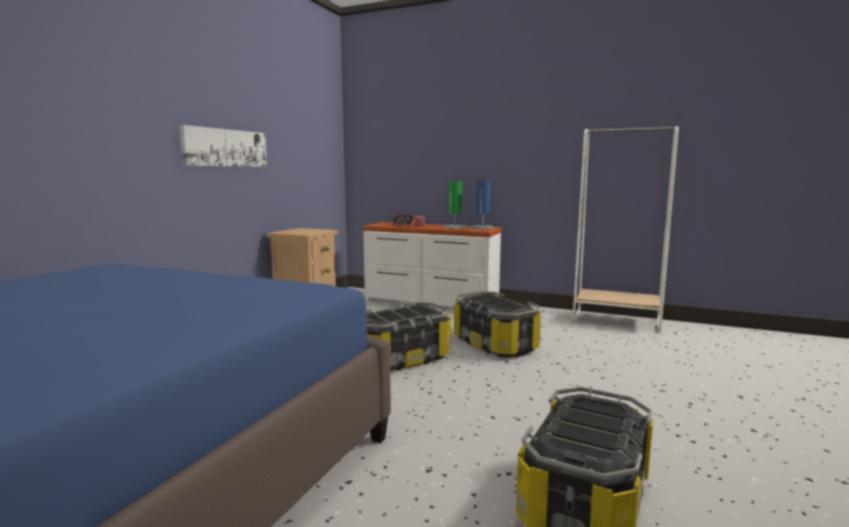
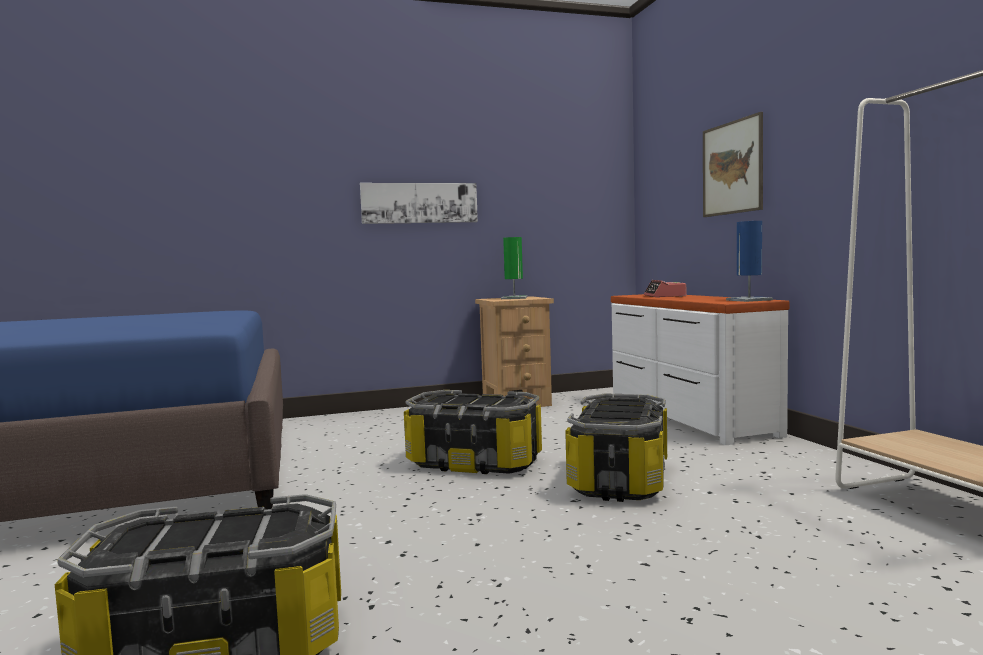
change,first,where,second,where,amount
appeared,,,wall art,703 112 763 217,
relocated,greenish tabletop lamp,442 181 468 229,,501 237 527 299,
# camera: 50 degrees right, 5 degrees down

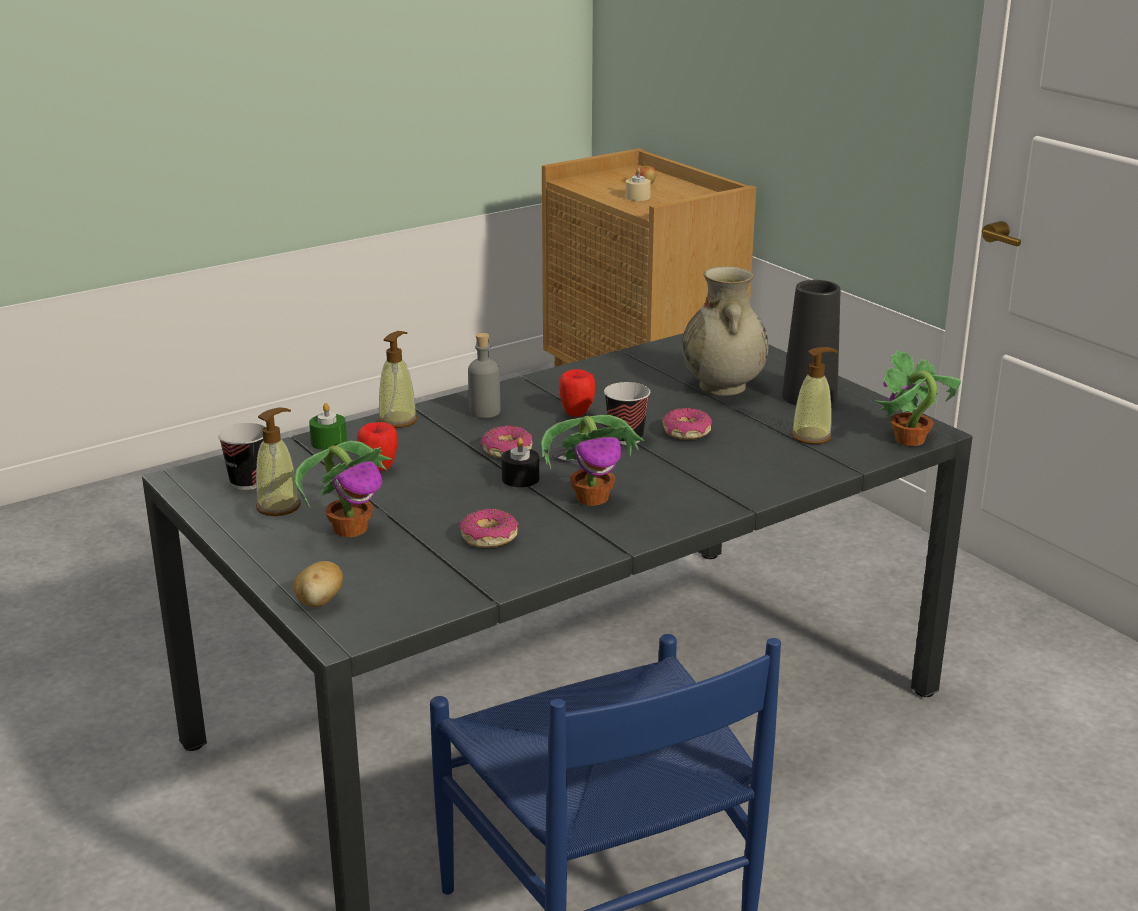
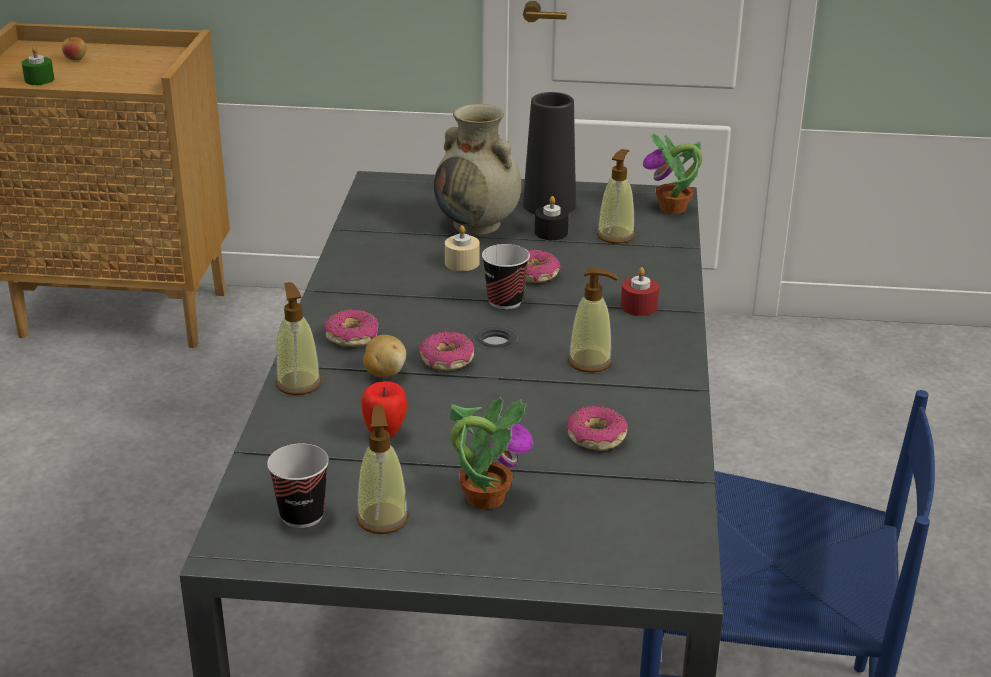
change,first,where,second,where,amount
missing,apple fruit,560 369 595 417,,,
appeared,,,reddish wax candle,621 267 659 316,
relocated,spud,294 561 343 607,,363 335 406 378,
relocated,greenish wax candle,309 403 347 450,,22 46 54 85,
relocated,black wax candle,501 438 539 487,,535 196 569 240,
relocated,beige wax candle,625 168 651 201,,445 225 480 271,
exchanged,grey bottle,468 333 500 418,ring doughnut,324 309 378 347,
exchanged,houseplant,541 415 645 506,liquid soap bottle,568 268 618 373,
# camera: 50 degrees left, 5 degrees up

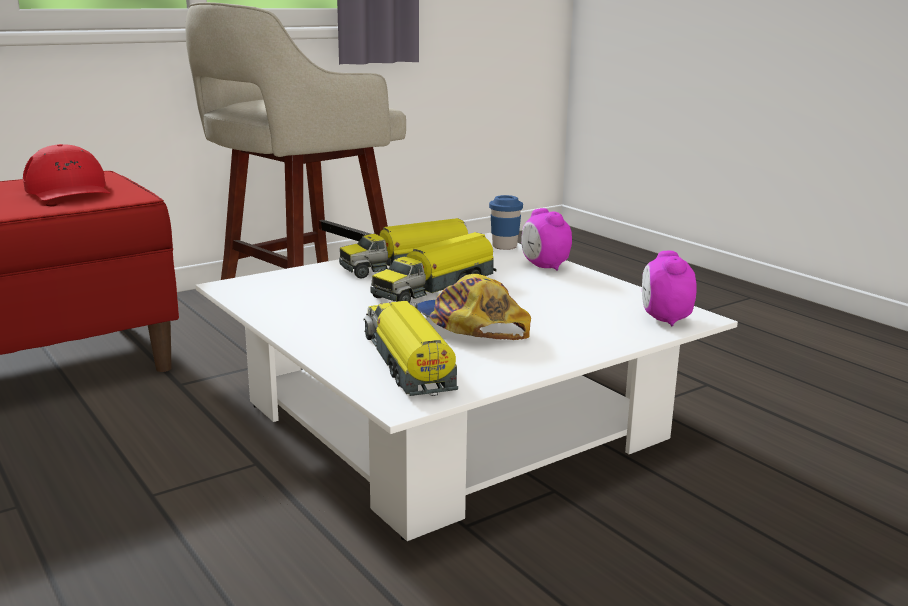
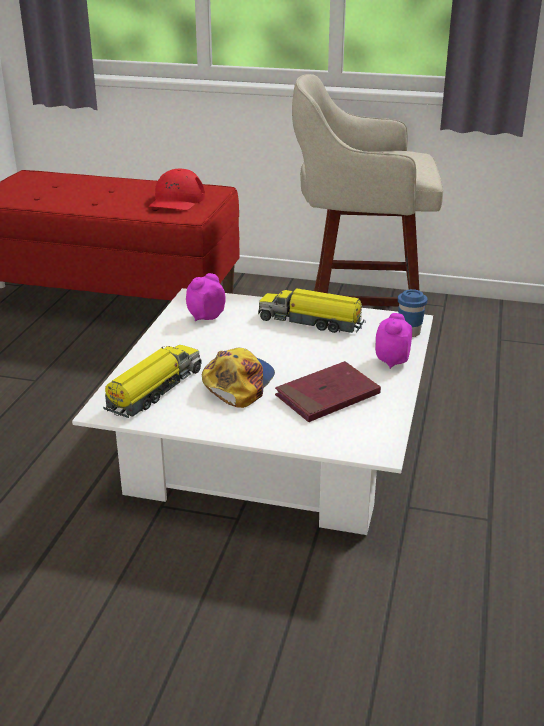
change,first,where,second,where,amount
missing,model truck,371 232 496 303,,,
appeared,,,reddish bound book,275 361 381 422,
relocated,alarm clock,642 251 697 326,,186 273 226 321,
# camera: 50 degrees right, 10 degrees up

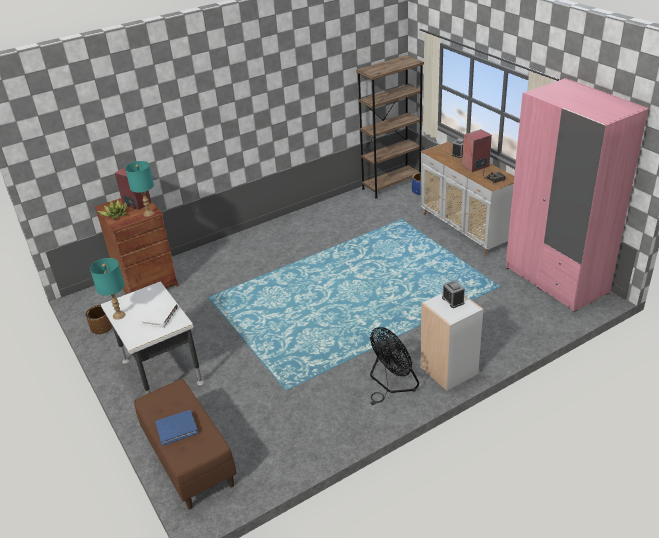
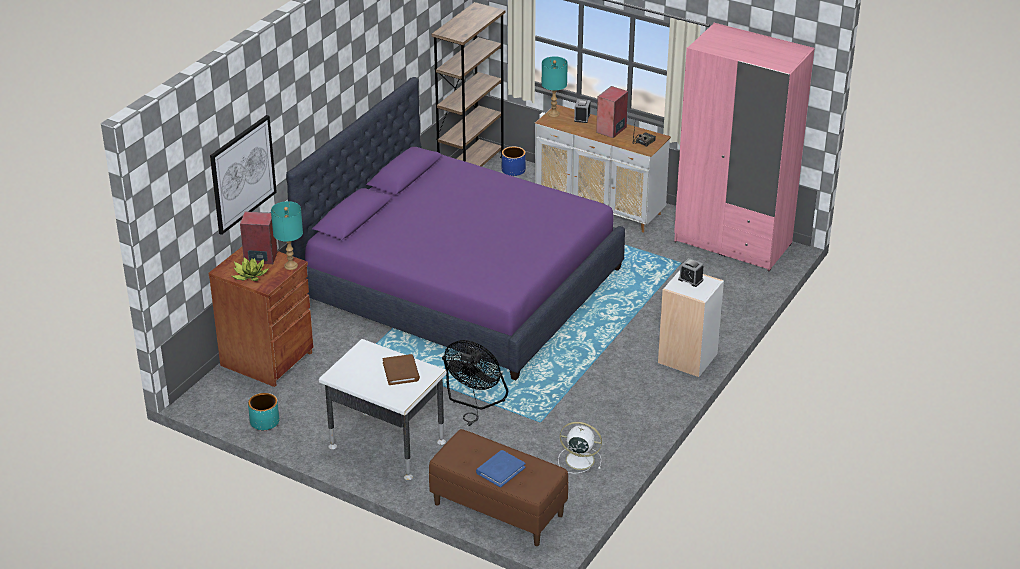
change,first,where,second,where,amount
appeared,,,wall art,210 115 277 235,
appeared,,,purple bedroom bed,286 77 625 381,
appeared,,,white-coloured fan,558 422 602 474,
relocated,turquoise tabletop lamp,90 258 125 320,,542 56 568 117,
relocated,black fan,370 327 419 405,,442 340 508 426,
colour,brown-coloured plant pot,86 305 113 334,turquoise plant pot,248 393 279 430,
colour,white-coloured bound book,139 301 178 328,brown-coloured bound book,383 354 420 385,
# camera: 30 degrees left, 0 degrees up

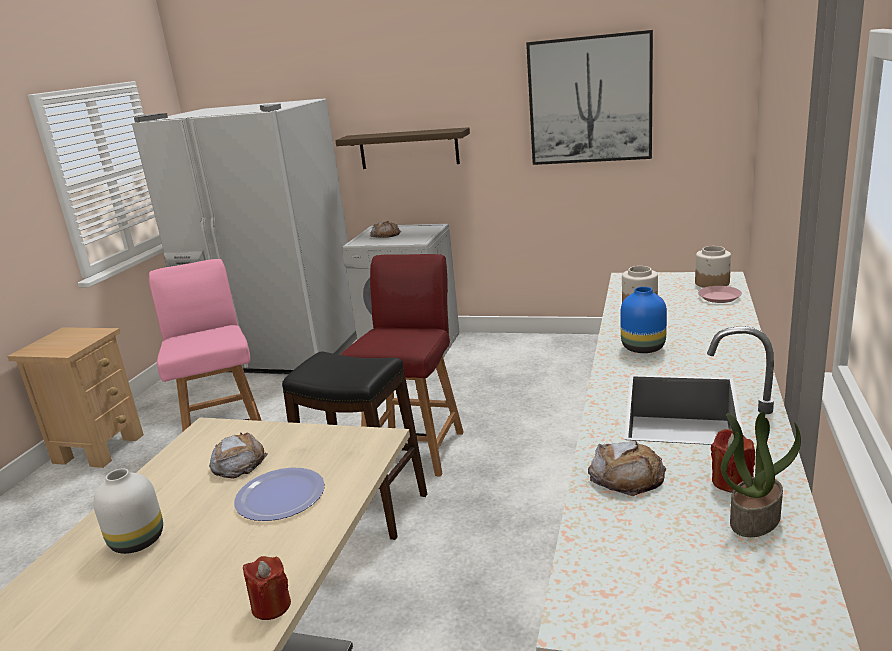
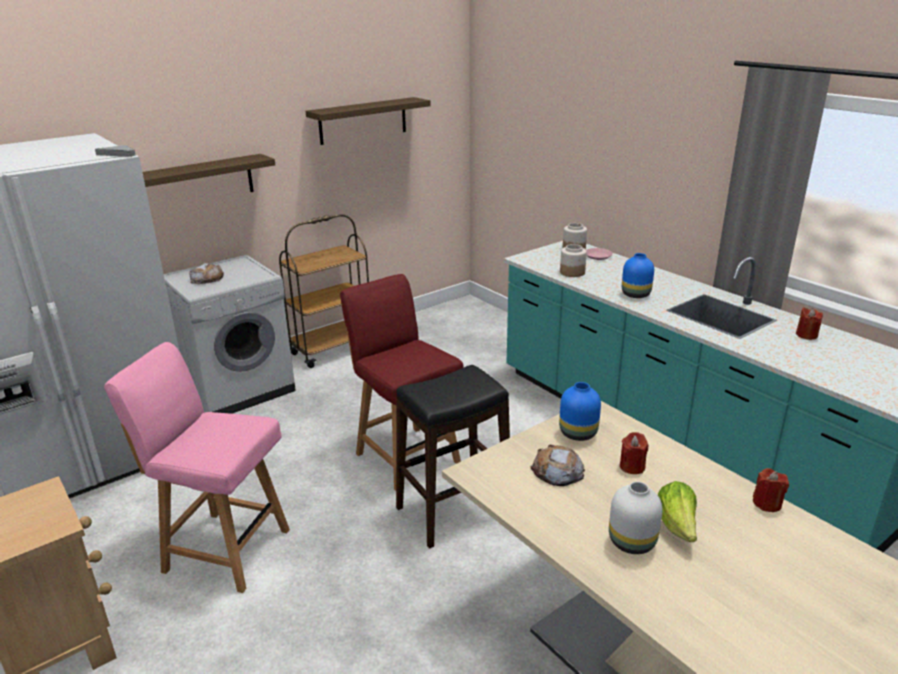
change,first,where,second,where,amount
missing,baked bread,588 440 666 496,,,
missing,houseplant,721 411 801 537,,,
appeared,,,brown-coloured trolley,279 214 369 368,
appeared,,,bluish vase,559 382 601 441,
appeared,,,lettuce,658 481 697 542,
exchanged,flat dish,234 467 325 521,reddish wax candle,620 432 648 474,
exchanged,wall art,526 30 653 165,shelf,306 97 431 145,
# camera: 55 degrees left, 5 degrees up

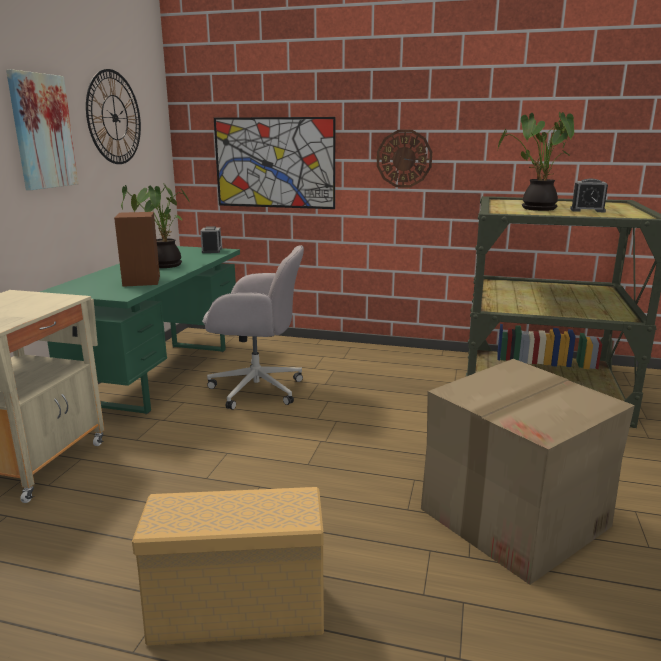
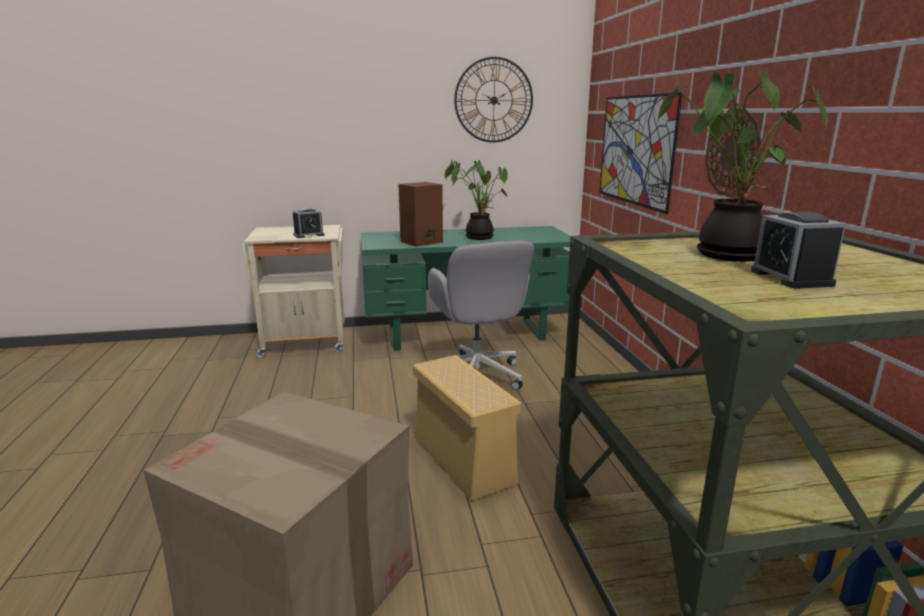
change,first,where,second,where,amount
missing,wall art,6 69 78 190,,,
relocated,beige storage box,132 487 324 646,,413 355 521 501,
relocated,alarm clock,200 226 222 253,,293 208 325 238,
# camera: 65 degrees right, 0 degrees up

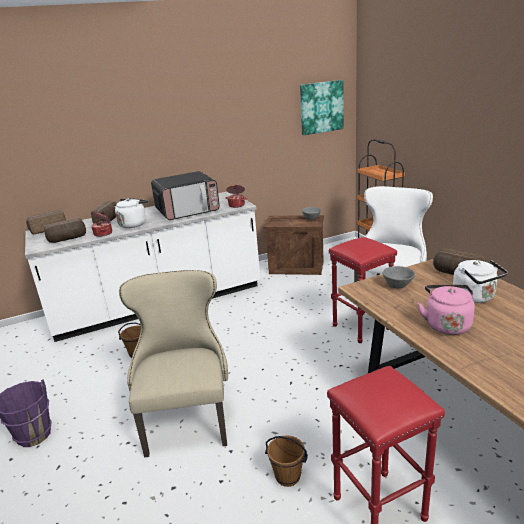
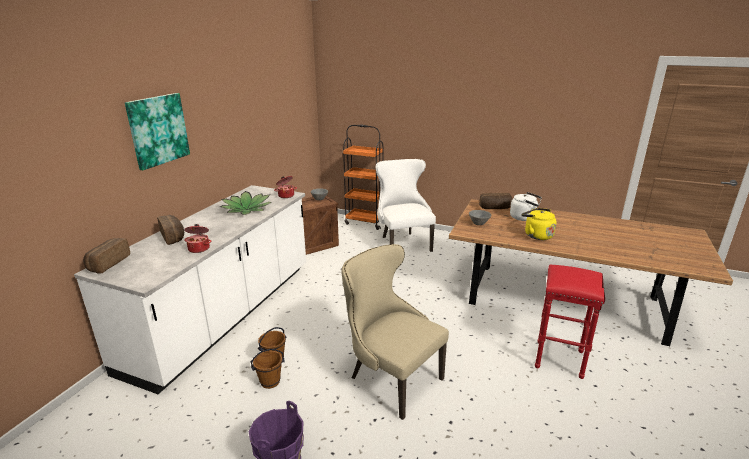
change,first,where,second,where,amount
missing,baked bread,44 218 86 243,,,
missing,white-coloured kettle,115 198 149 228,,,
missing,reddish stool seat,329 237 397 343,,,
relocated,brown-coloured bucket,265 435 308 487,,251 349 285 389,
relocated,wall art,300 80 344 135,,125 93 190 170,
exchanged,microwave oven,151 171 220 220,houseplant,220 191 272 215,
colour,pink-coloured kettle,418 285 475 335,yellow kettle,521 208 557 240,
# camera: 45 degrees left, 0 degrees up

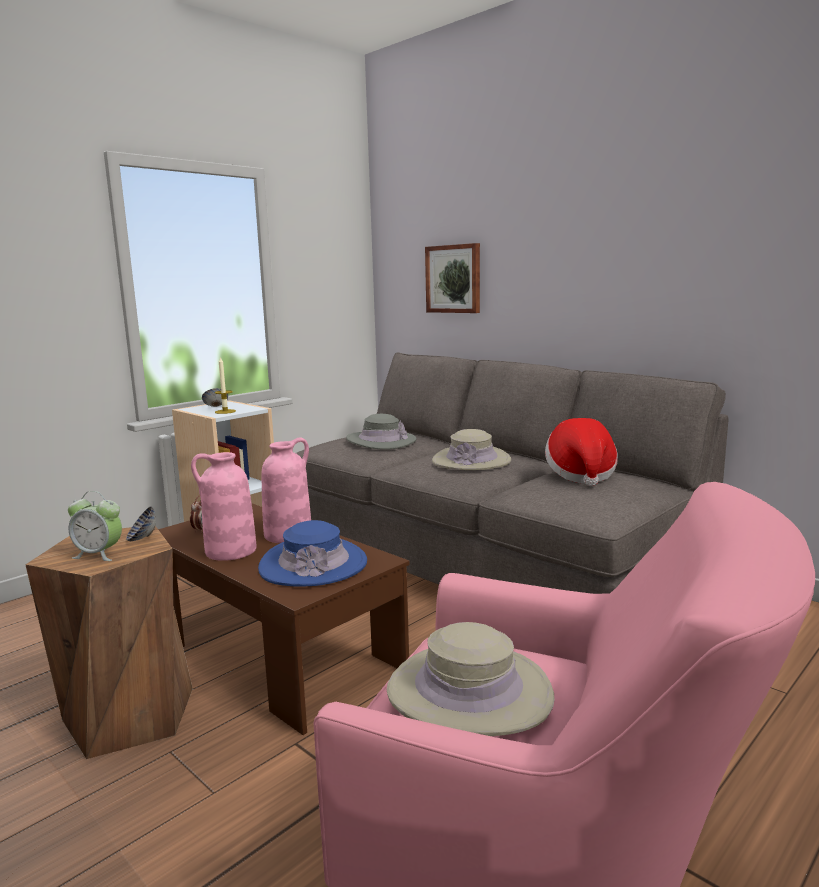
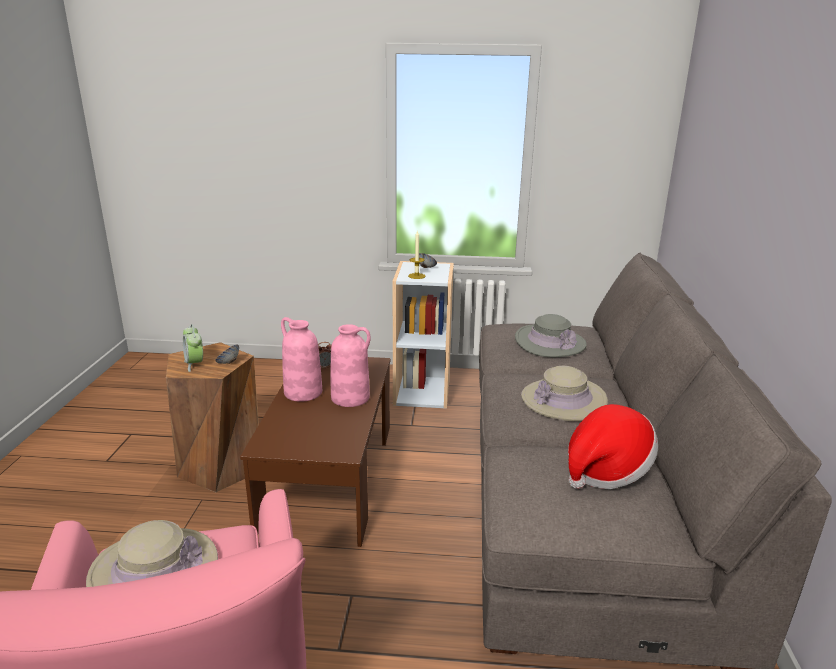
change,first,where,second,where,amount
missing,bluish hat,258 520 367 587,,,
missing,wall art,425 243 480 313,,,
# camera: 50 degrees right, 10 degrees up

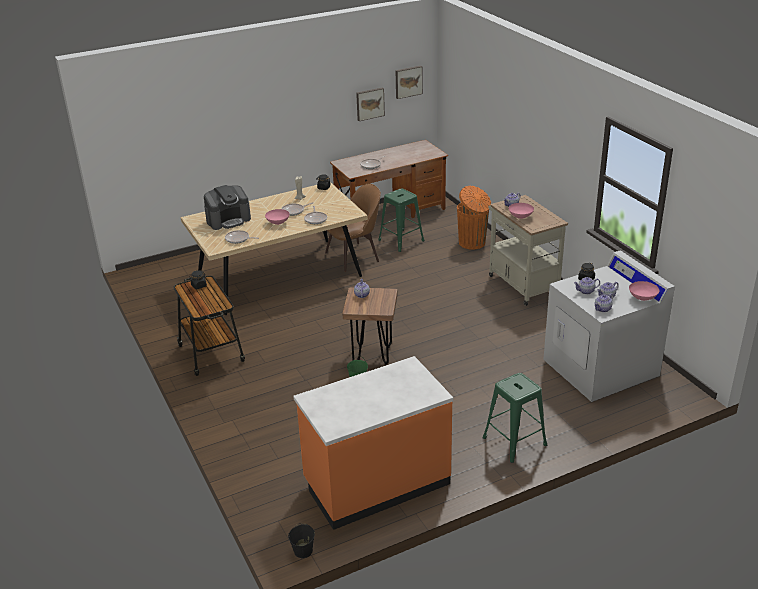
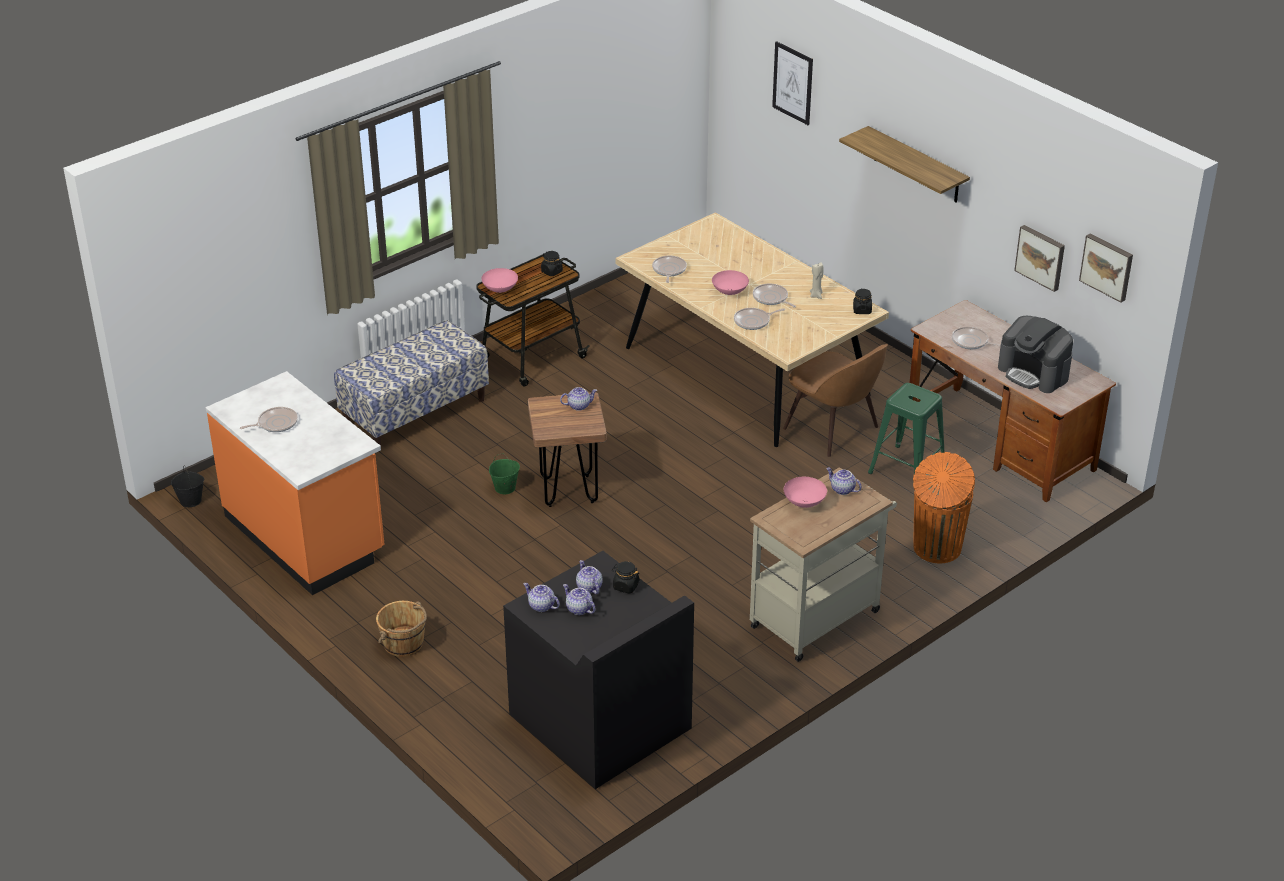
change,first,where,second,where,amount
appeared,,,pan,240 407 298 432,
appeared,,,bench,334 320 489 452,
appeared,,,wall art,772 41 813 125,
appeared,,,shelf,839 126 970 203,
relocated,coffee machine,204 185 251 230,,998 316 1073 393,
relocated,pink-coloured bowl,629 281 659 301,,481 268 518 293,
exchanged,greenish stool seat,482 373 547 463,brown-coloured bucket,376 601 427 657,
colour,white-coloured laundry appliance,543 250 675 402,black laundry appliance,503 551 694 789,
# camera: 75 degrees right, 5 degrees up

